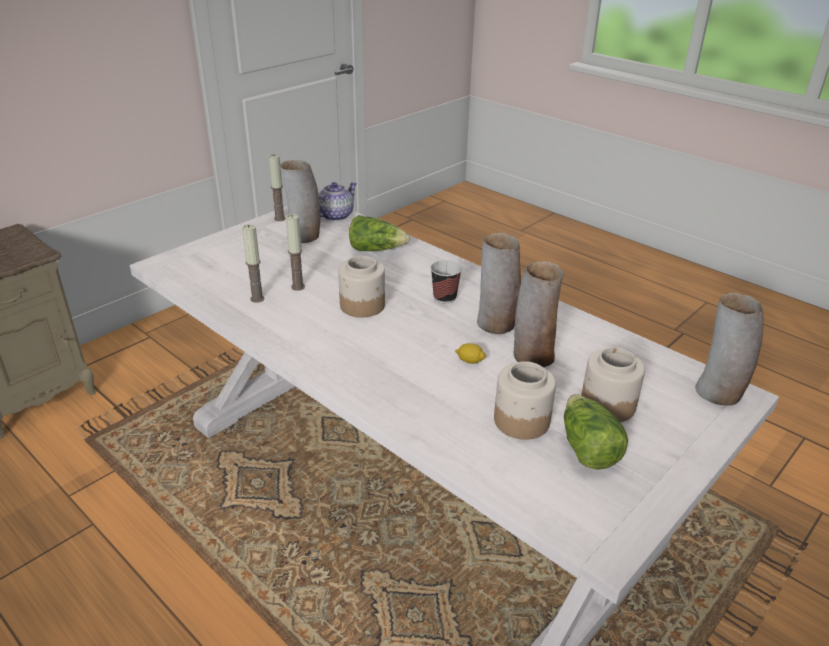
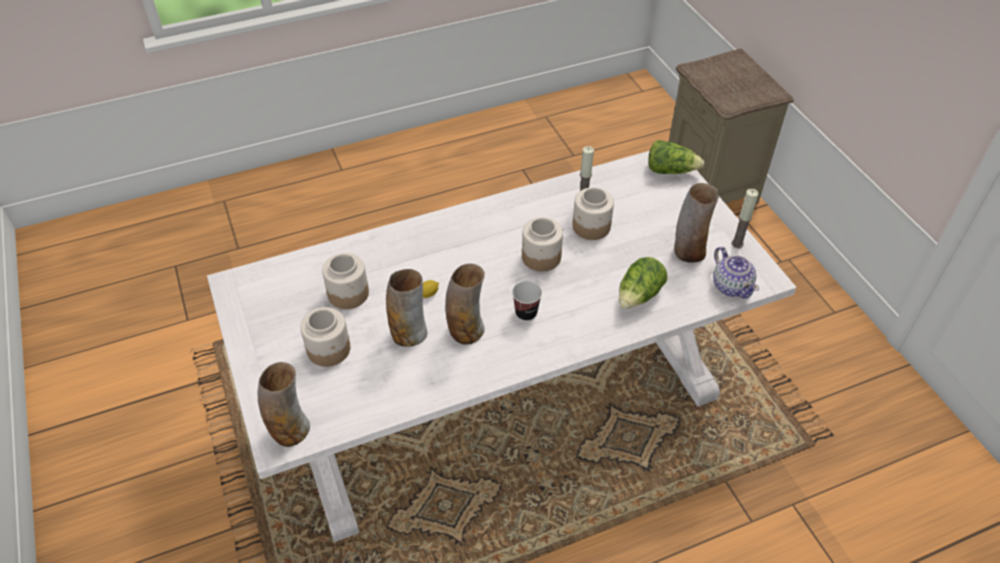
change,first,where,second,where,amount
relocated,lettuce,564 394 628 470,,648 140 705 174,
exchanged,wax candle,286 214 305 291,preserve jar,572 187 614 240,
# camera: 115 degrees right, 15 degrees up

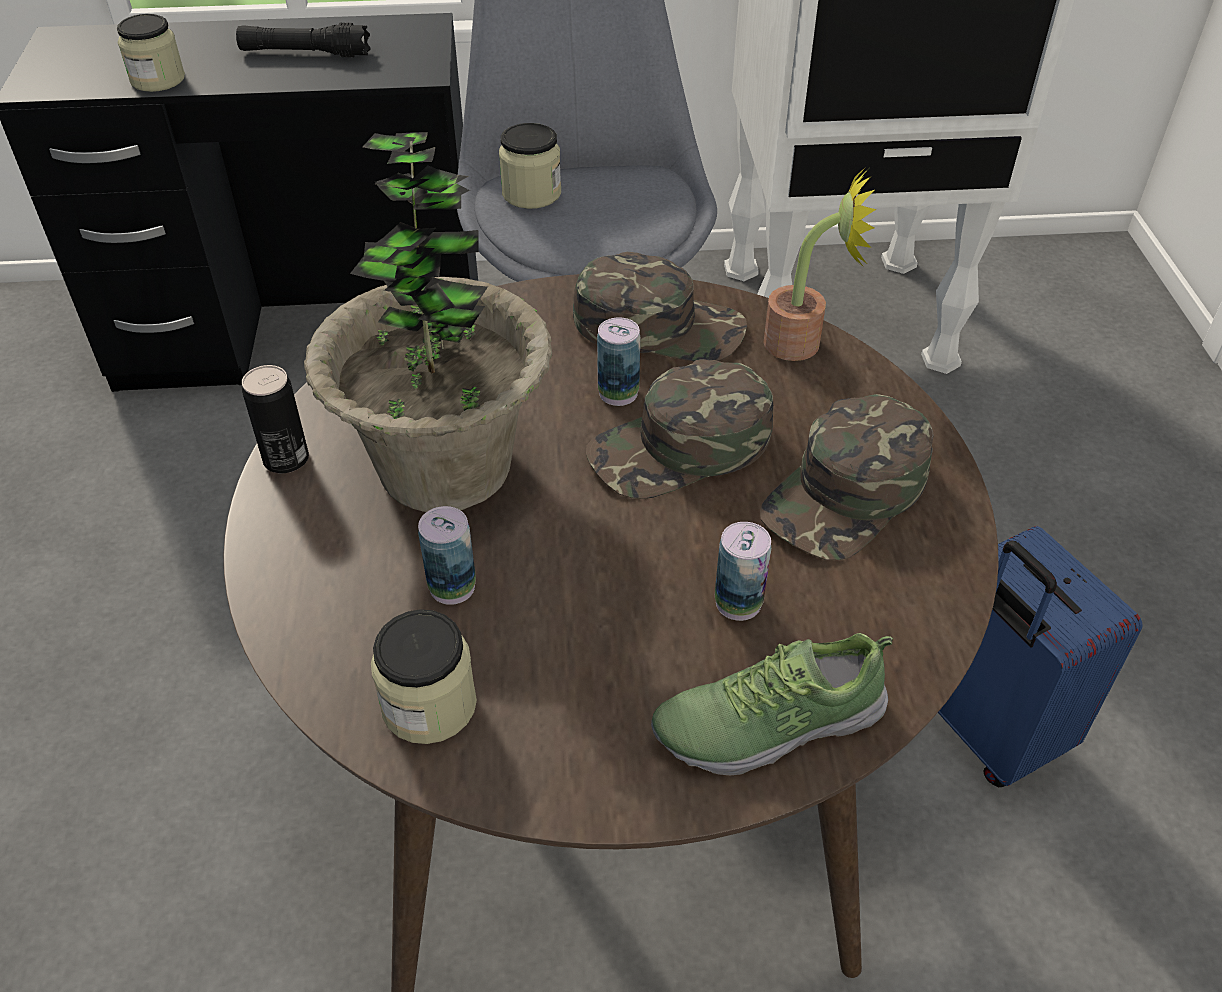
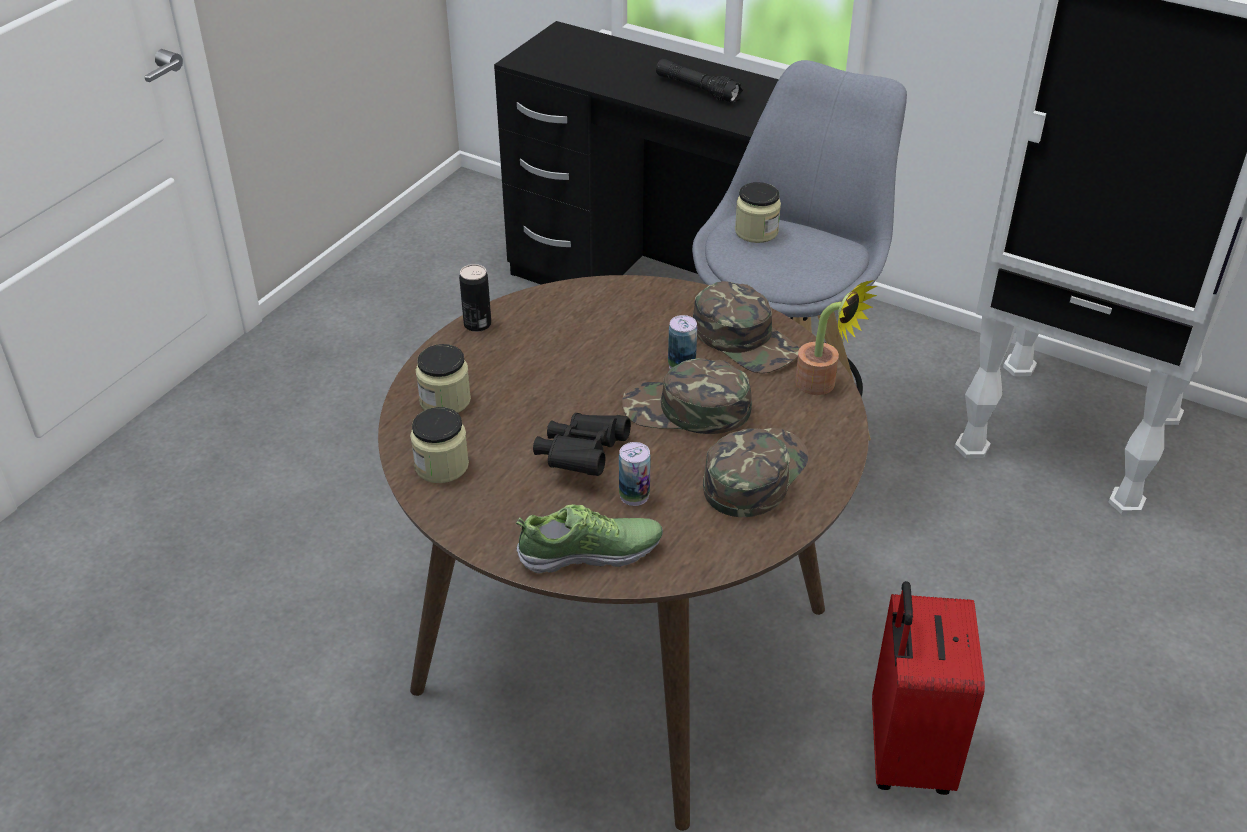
change,first,where,second,where,amount
missing,houseplant,304 132 552 512,,,
missing,metal can,418 506 476 605,,,
appeared,,,black binoculars,533 413 631 476,
relocated,preserve jar,117 14 185 92,,416 344 471 413,
colour,bluish piece of luggage,938 526 1143 787,reddish piece of luggage,872 581 985 795,
spun,shoe,651 633 893 775,,516 504 663 574,150 degrees clockwise
spun,greenish peaked cap,760 394 934 560,,703 428 808 517,135 degrees clockwise
# camera: 35 degrees right, 5 degrees down

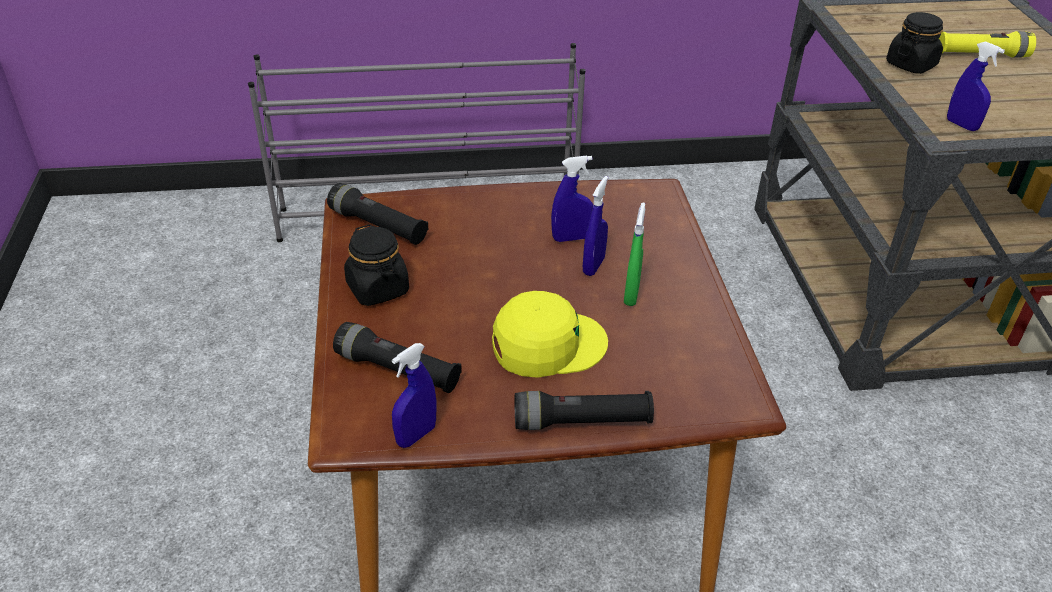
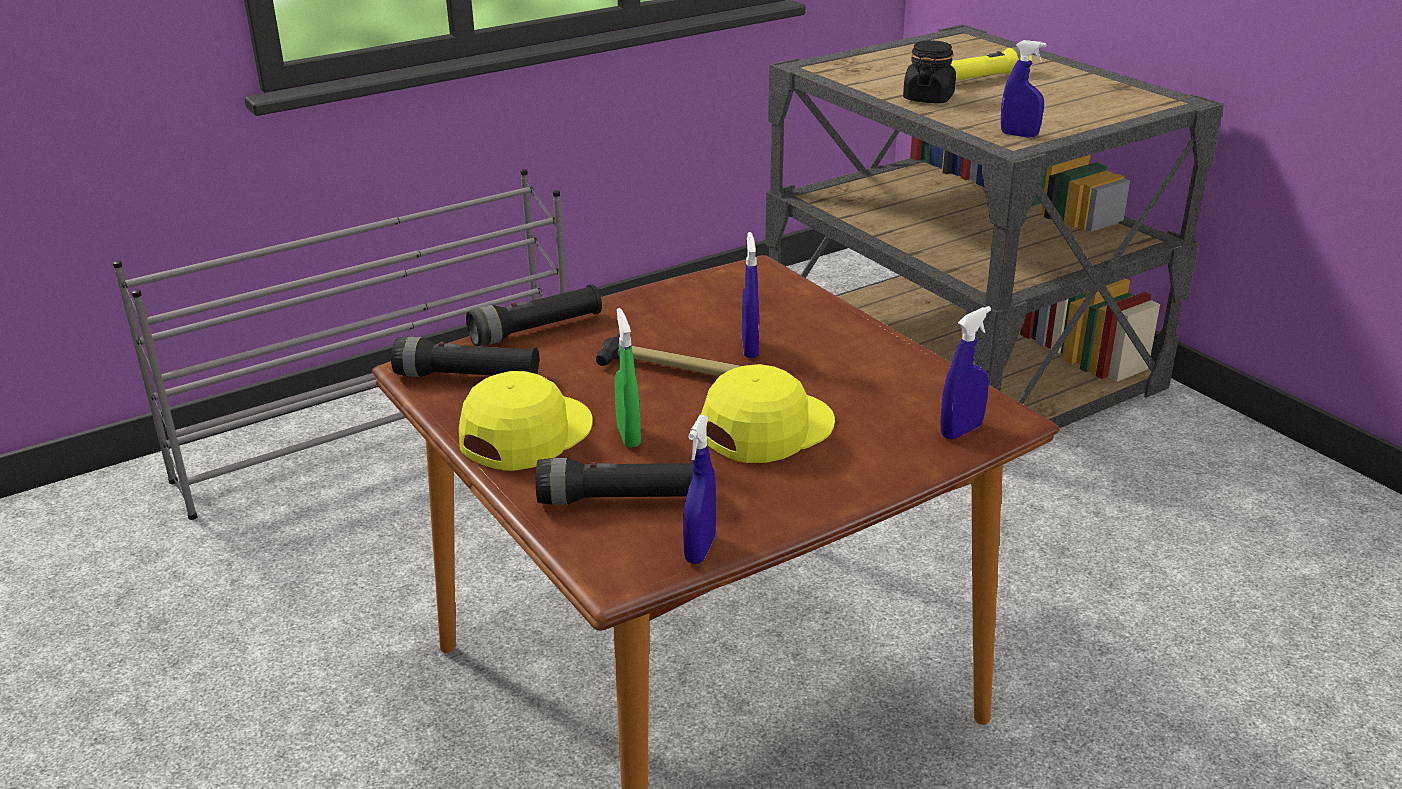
change,first,where,second,where,amount
appeared,,,hammer,596 333 741 376,
relocated,black hand torch,515 391 654 430,,466 284 602 346,
relocated,bluish sprayer,551 155 593 242,,940 306 991 439,
relocated,greenish sprayer,624 202 645 306,,615 308 641 448,
exchanged,black preserve jar,344 224 409 306,yellow peaked cap,459 371 593 471,
# camera: 25 degrees left, 10 degrees down

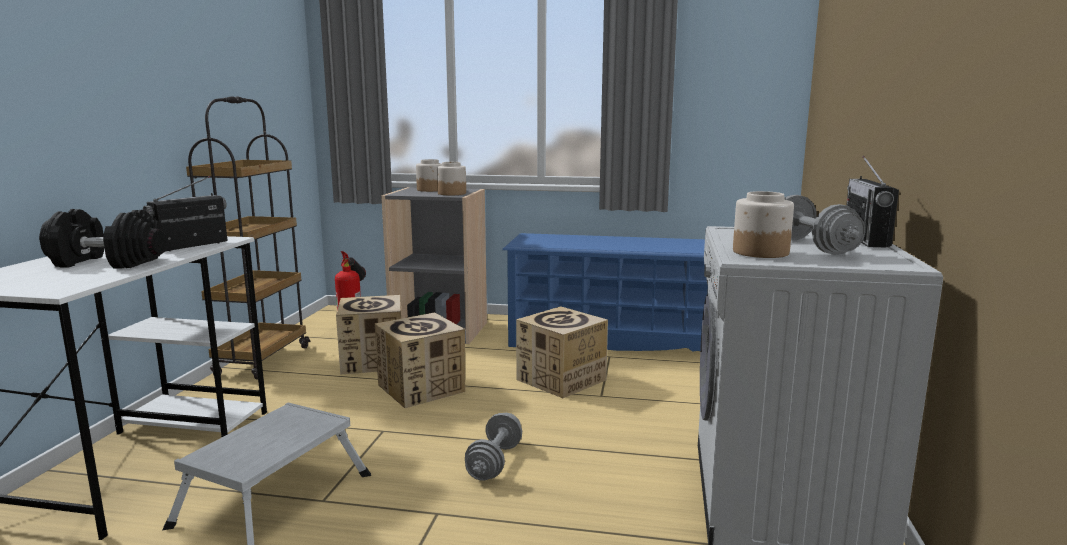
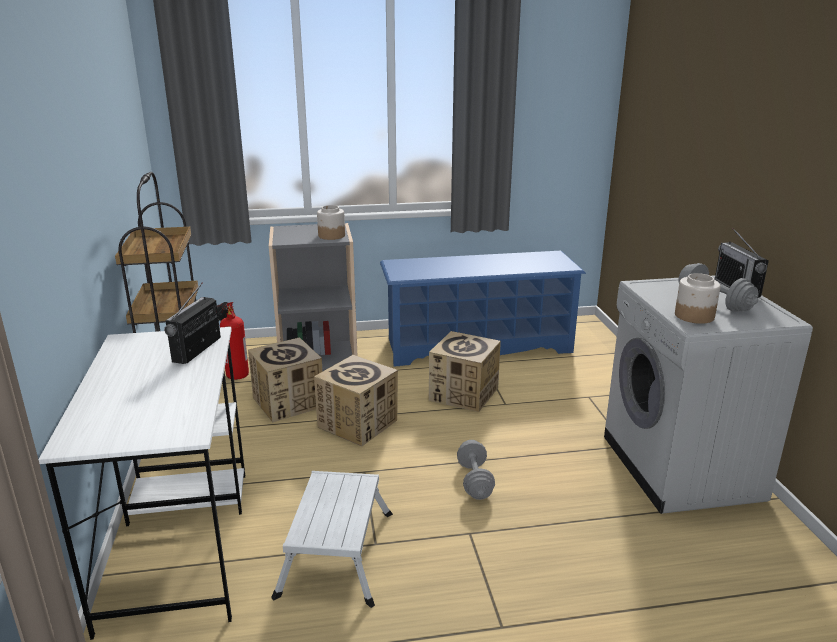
change,first,where,second,where,amount
missing,black hand weight,39 209 167 269,,,
missing,preserve jar,416 159 442 192,,,
# camera: 20 degrees left, 10 degrees up

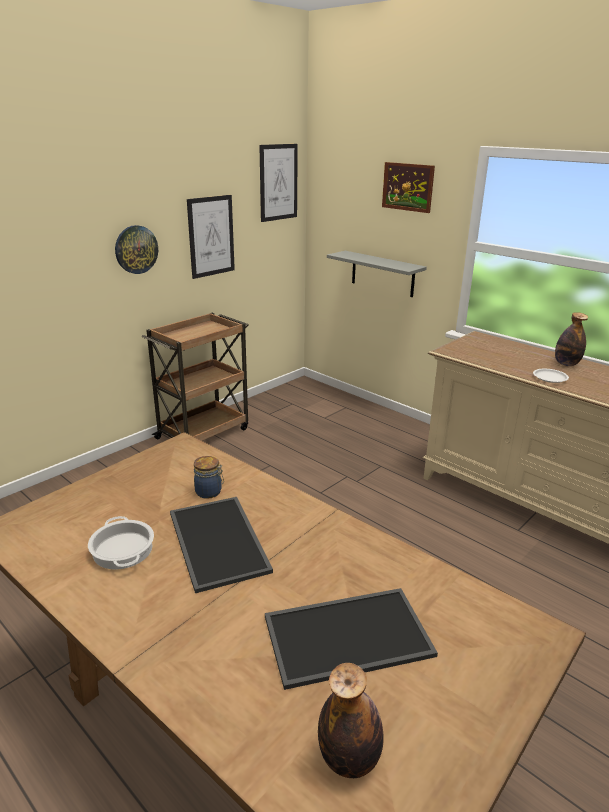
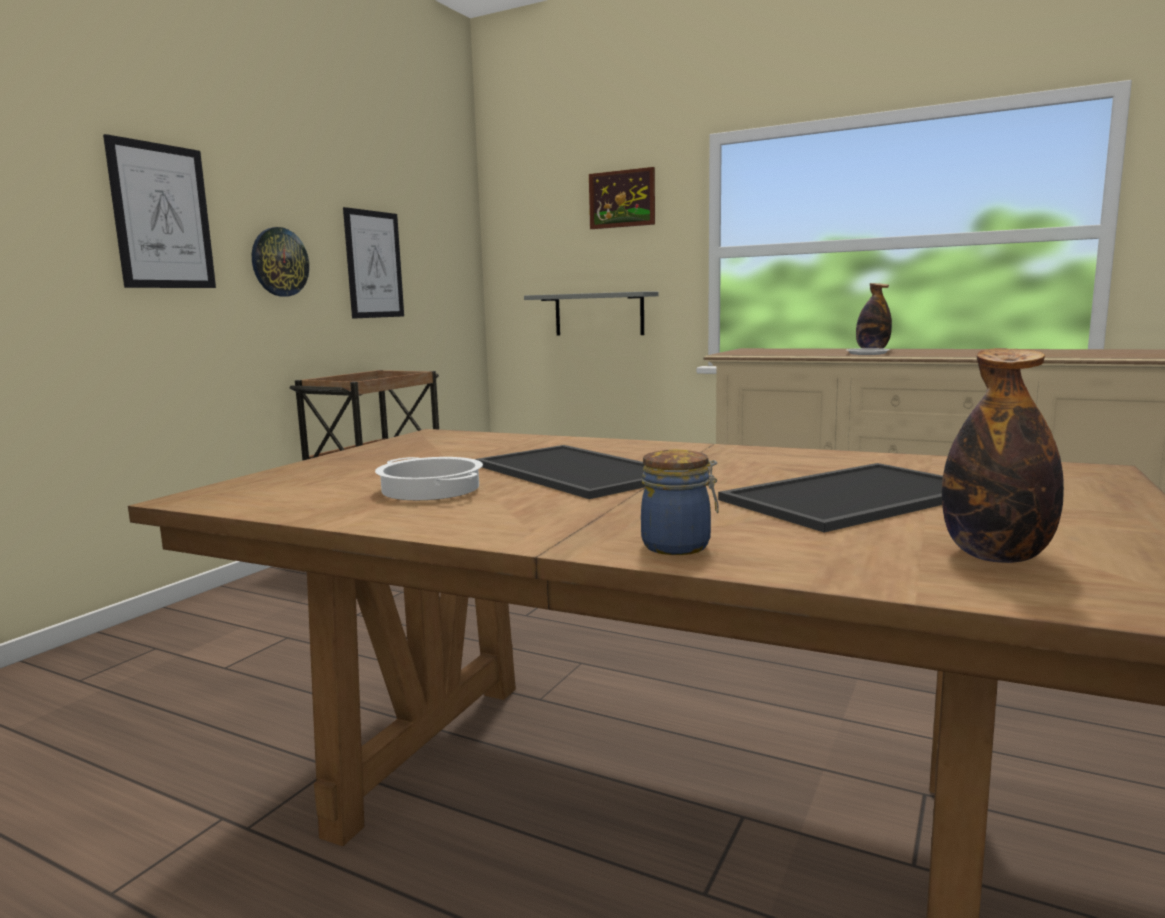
change,first,where,second,where,amount
relocated,preserve jar,194 456 224 499,,641 449 719 555,
relocated,wall art,259 144 298 222,,103 134 216 288,
# camera: 15 degrees left, 15 degrees down

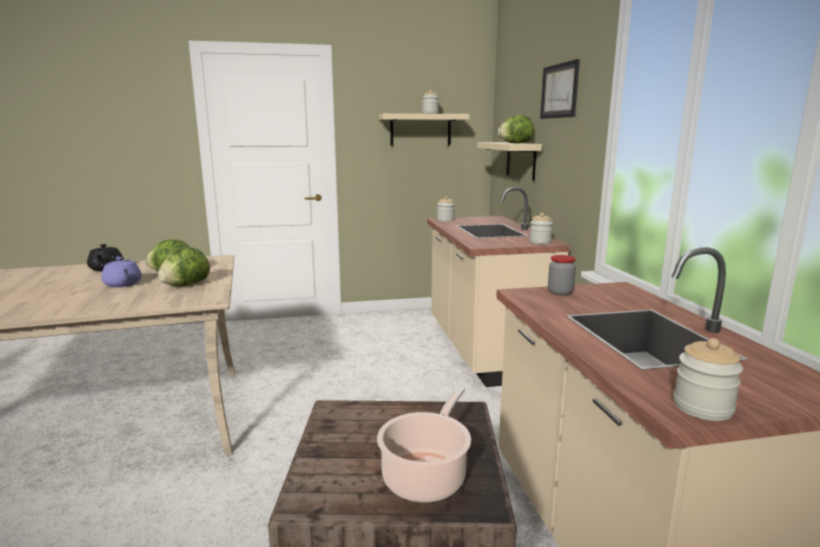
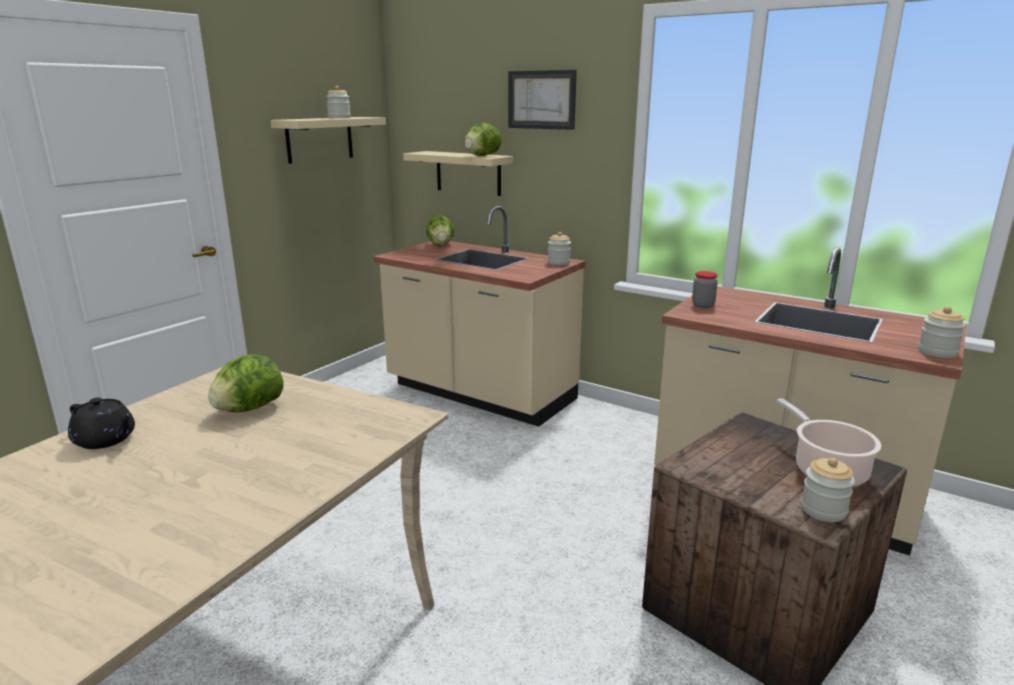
change,first,where,second,where,amount
missing,purple pot for tea,101 257 142 288,,,
relocated,lettuce,158 247 210 287,,426 215 454 246,
relocated,preserve jar,437 196 455 222,,801 458 855 522,
# camera: 45 degrees left, 5 degrees up

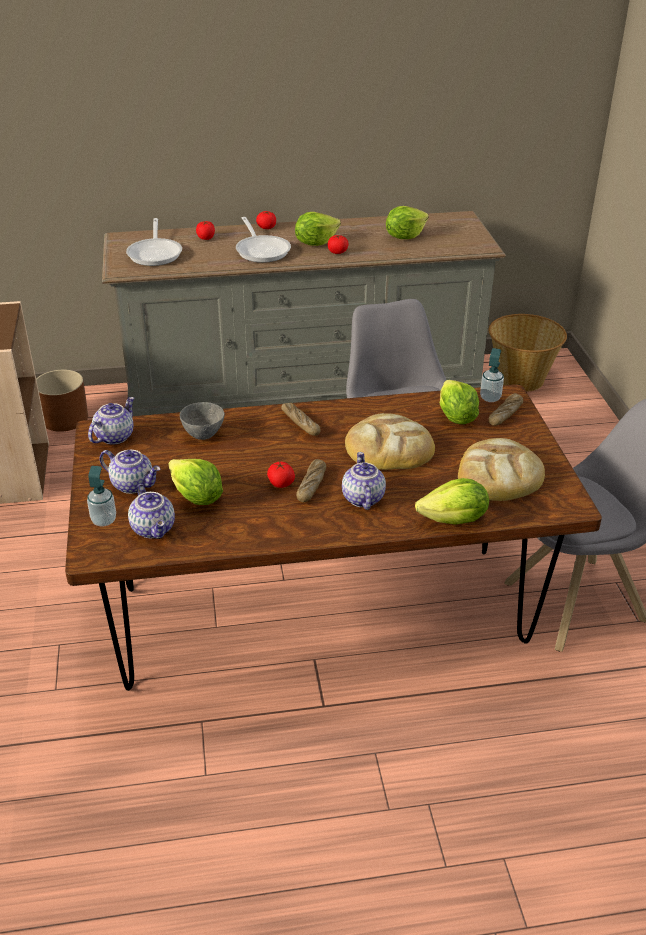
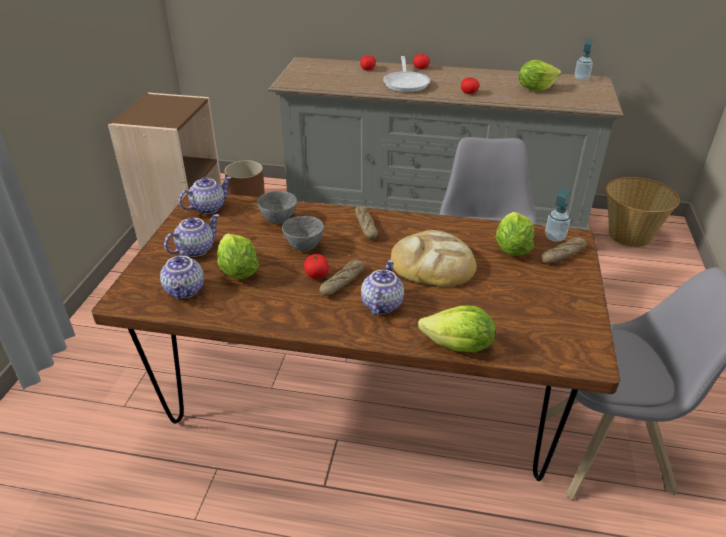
change,first,where,second,where,amount
missing,pan,126 218 182 266,,,
missing,lettuce,295 212 341 246,,,
missing,baked bread,458 438 545 501,,,
appeared,,,grey bowl,282 216 324 251,
relocated,liquid soap bottle,87 466 116 527,,575 39 593 81,
spun,pot for tea,99 450 160 494,,164 214 219 257,90 degrees counterclockwise
# camera: 20 degrees right, 0 degrees up

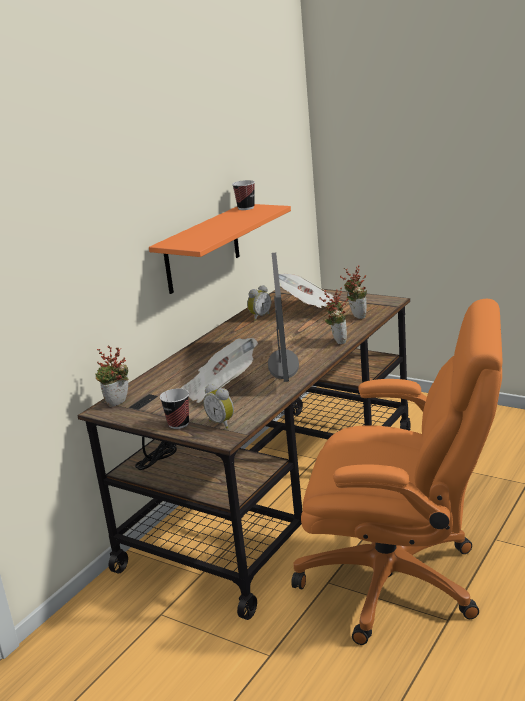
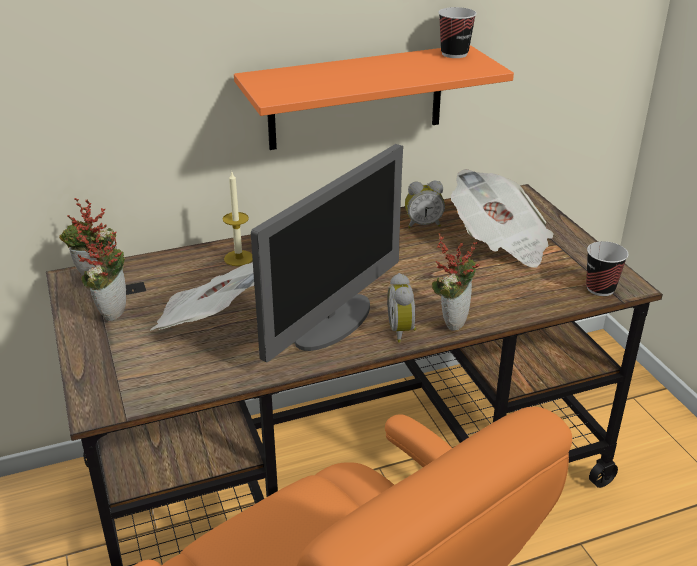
change,first,where,second,where,amount
appeared,,,wax candle,223 172 253 266,
relocated,small cup,160 389 189 429,,586 241 628 296,
relocated,alarm clock,203 384 234 429,,387 273 416 342,
relocated,houseplant,340 266 367 319,,76 227 126 322,
# camera: 35 degrees right, 10 degrees up

